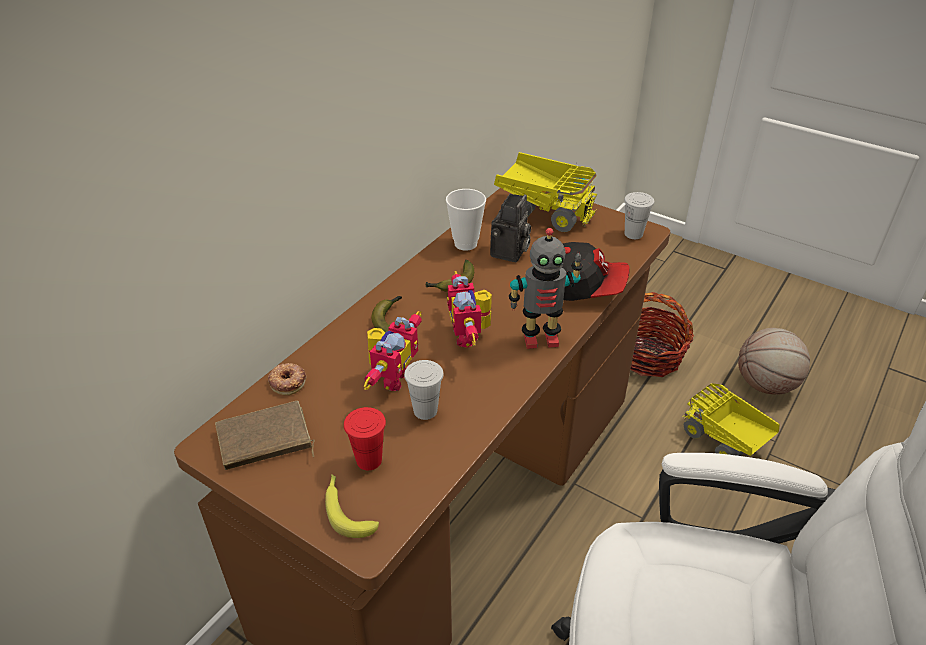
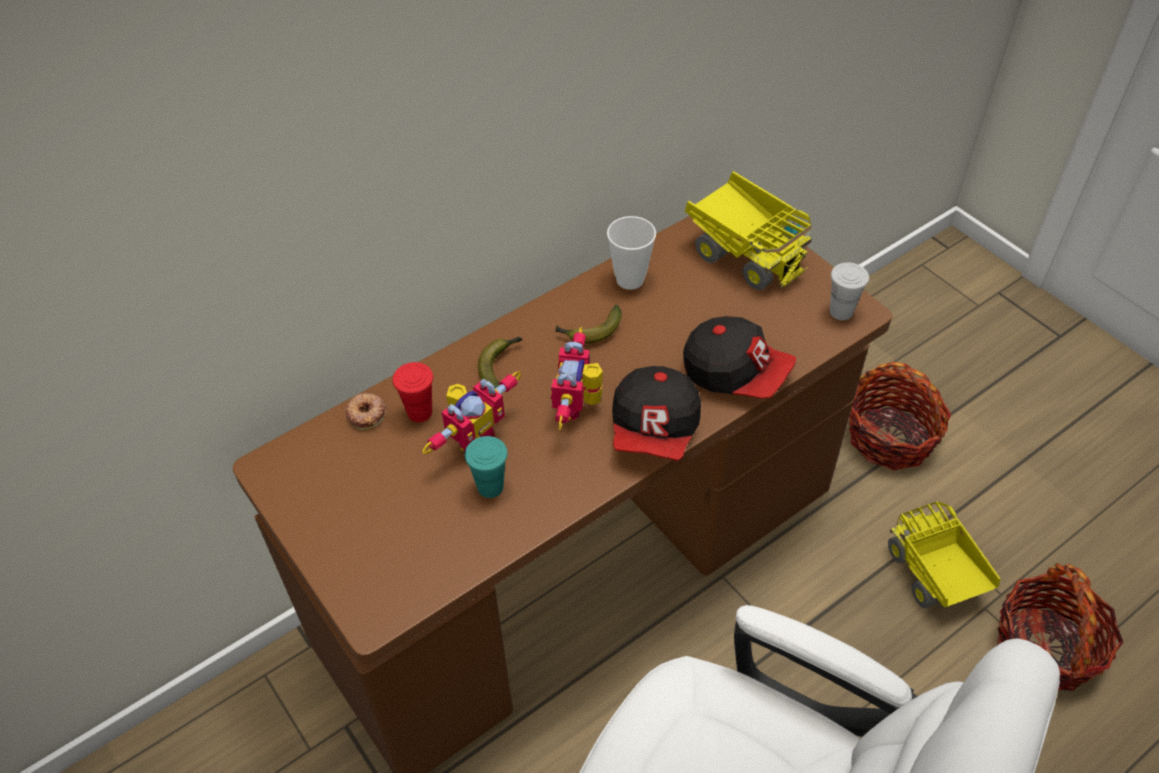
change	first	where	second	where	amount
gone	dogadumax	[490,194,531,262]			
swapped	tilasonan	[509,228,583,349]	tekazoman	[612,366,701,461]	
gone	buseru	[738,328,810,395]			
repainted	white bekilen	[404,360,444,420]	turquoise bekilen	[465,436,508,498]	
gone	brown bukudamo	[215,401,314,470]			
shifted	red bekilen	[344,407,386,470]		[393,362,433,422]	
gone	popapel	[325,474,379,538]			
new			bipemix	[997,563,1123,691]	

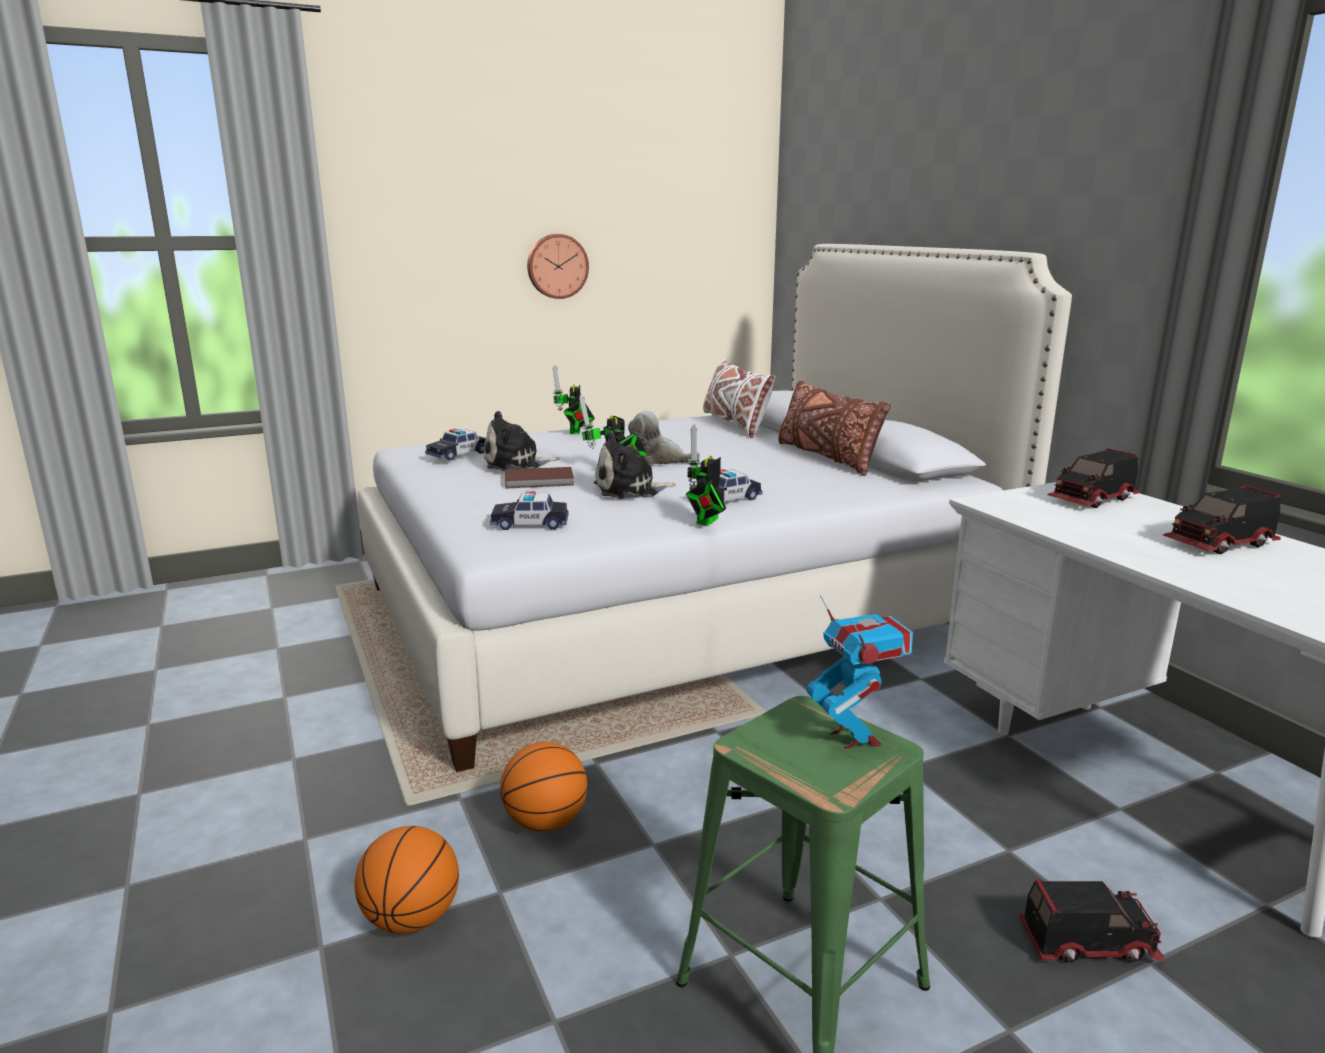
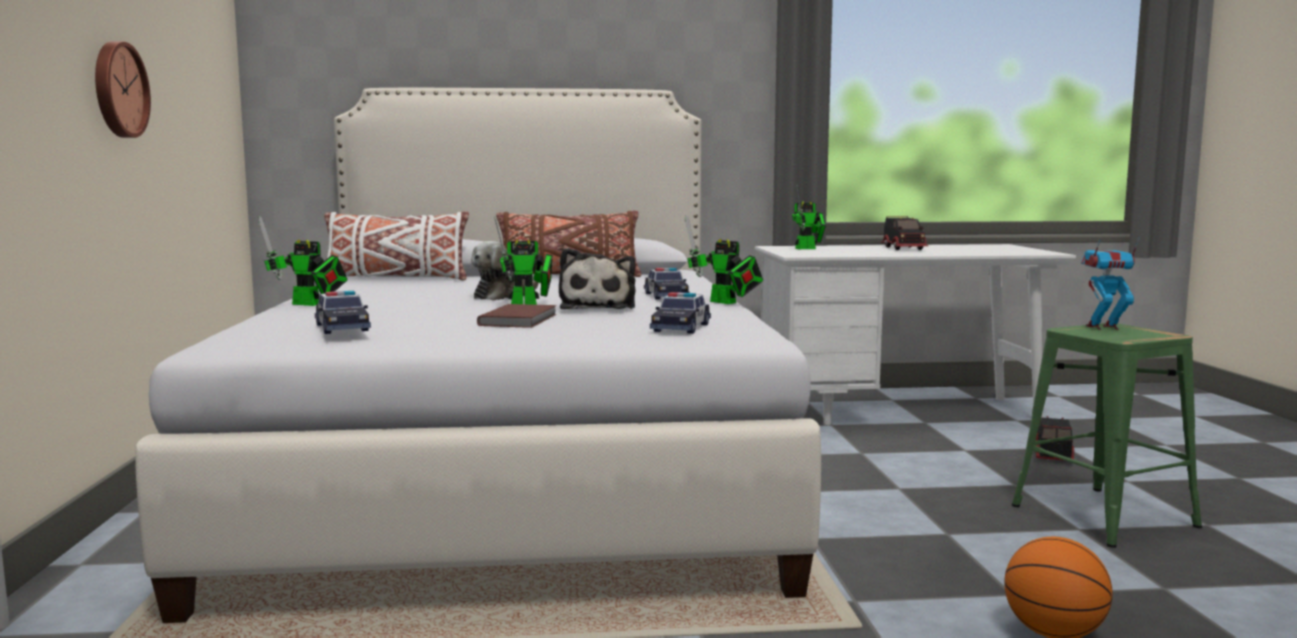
change	first	where	second	where	amount
gone	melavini	[484,411,560,471]			
swapped	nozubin	[1047,448,1139,508]	tilasonan	[792,184,826,249]	
gone	buseru	[500,742,587,832]			

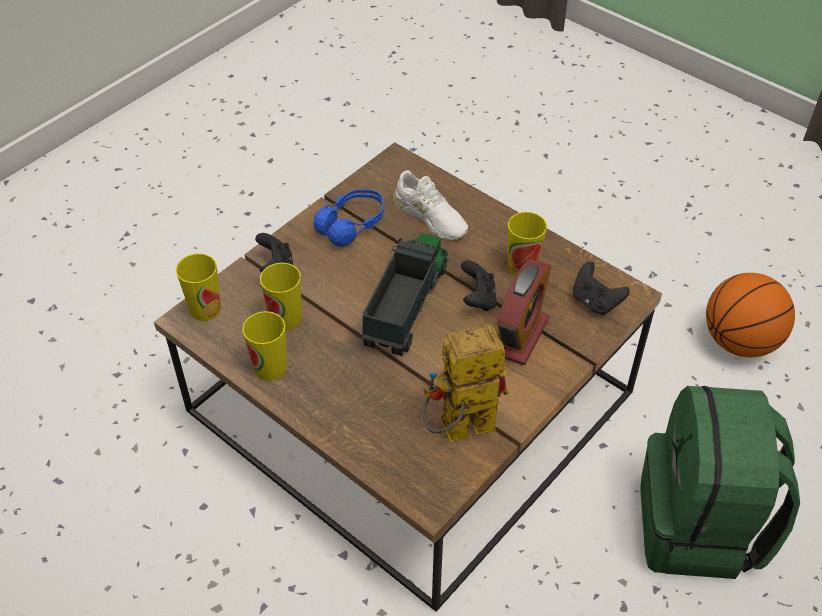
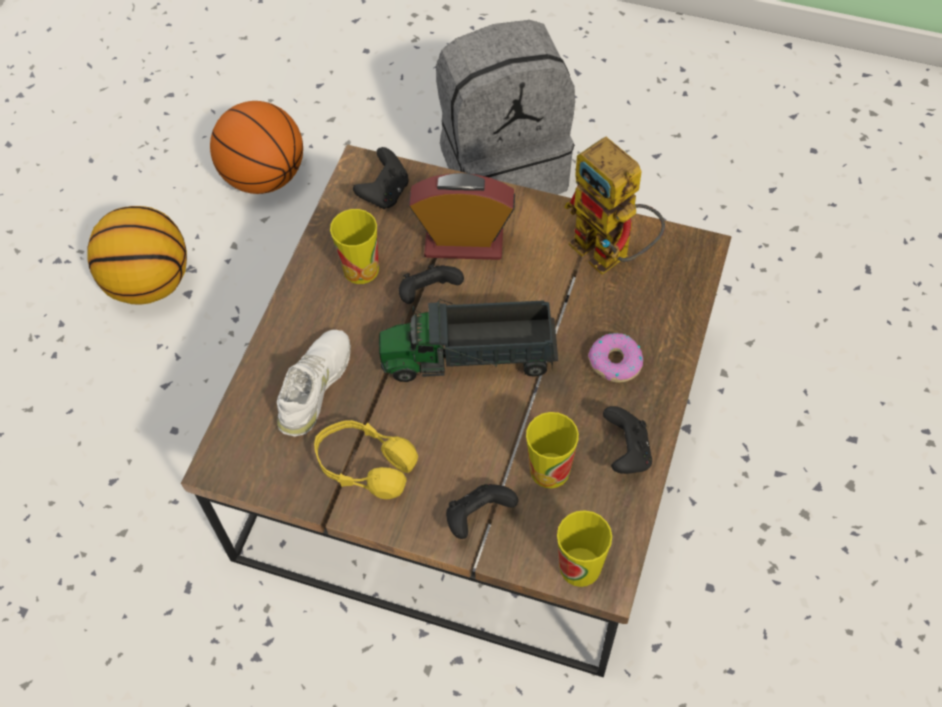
change	first	where	second	where	amount
repainted	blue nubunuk	[314,189,383,247]	yellow nubunuk	[314,420,418,499]	
swapped	bekilen	[242,311,287,381]	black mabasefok	[603,406,652,474]	
repainted	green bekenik	[640,386,800,579]	grey bekenik	[436,20,575,195]	
new			buseru	[87,206,187,304]	
new			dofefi	[588,333,643,382]	

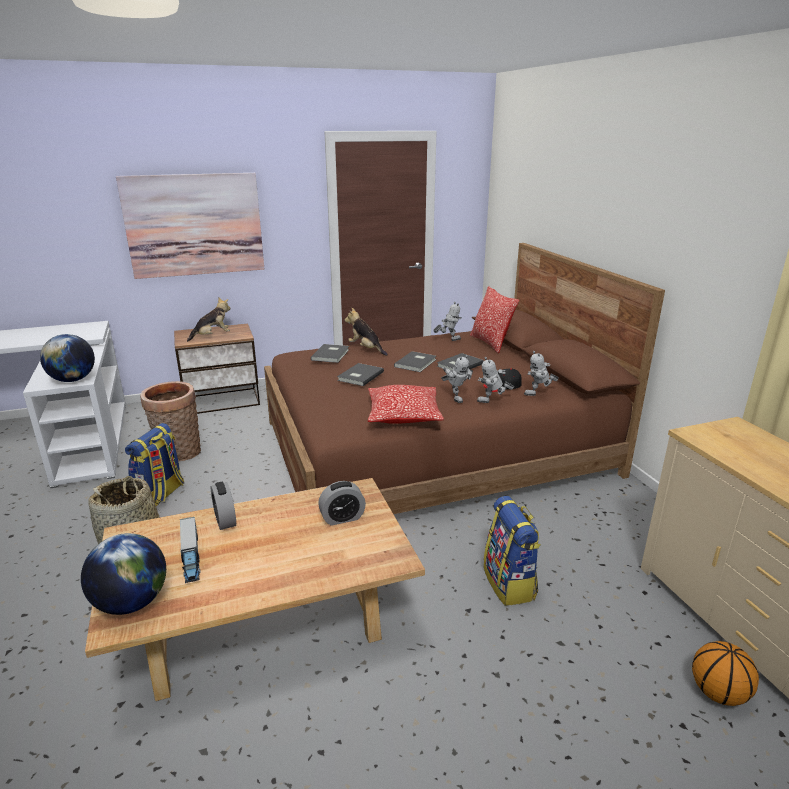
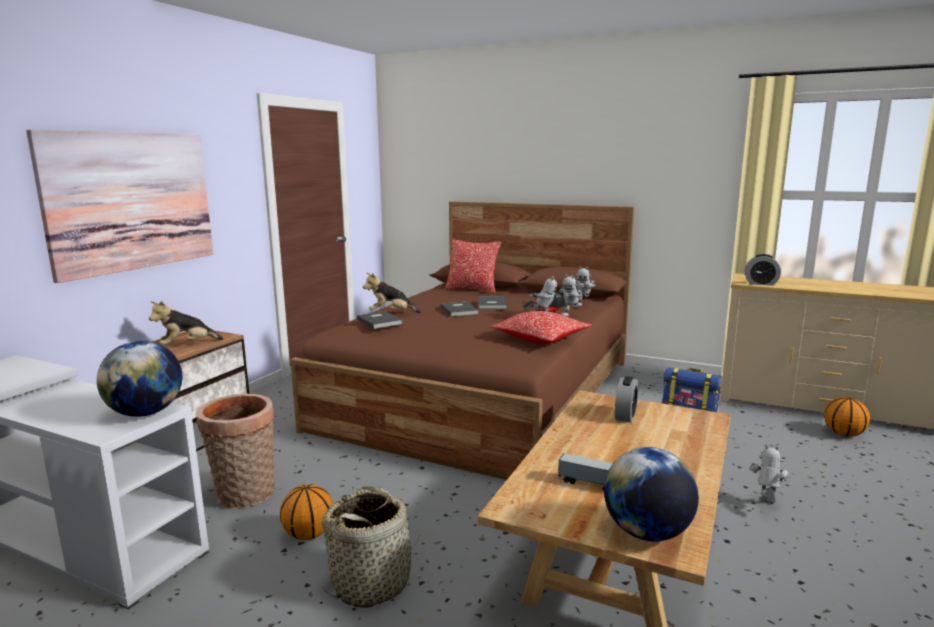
change	first	where	second	where	amount
rotated	melavini	[187,298,231,342]		[149,301,224,345]	135 degrees counterclockwise
shifted	tilasonan	[433,302,461,341]		[750,445,788,504]	
gone	grey bukudamo	[337,363,384,386]			
swapped	bekenik	[125,423,184,506]	buseru	[280,484,333,540]	
shifted	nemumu	[211,482,236,530]		[745,254,781,286]	

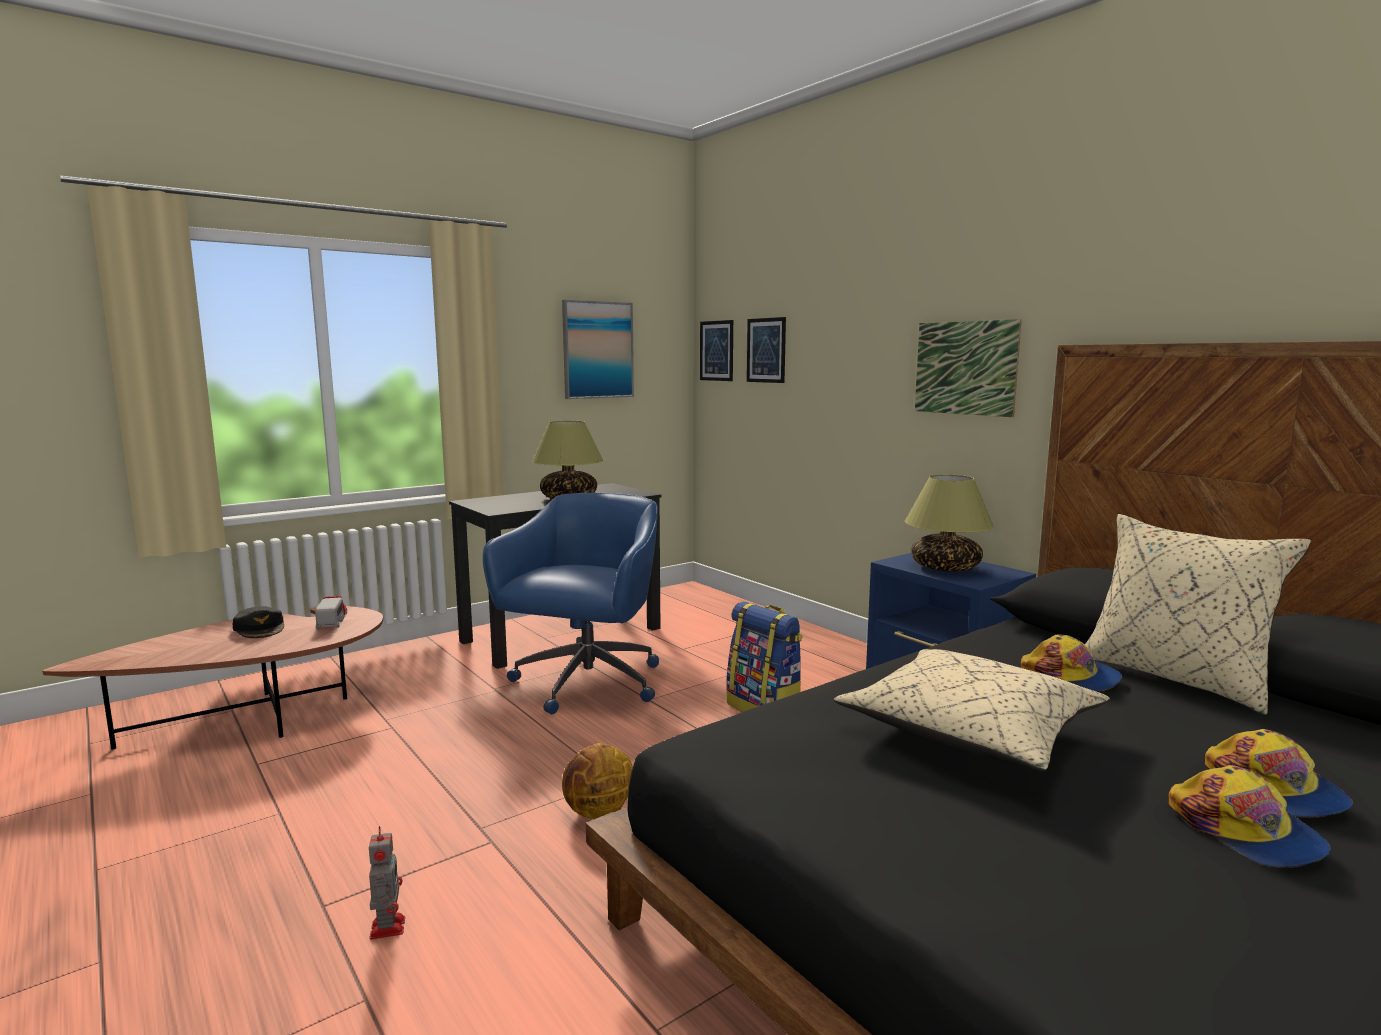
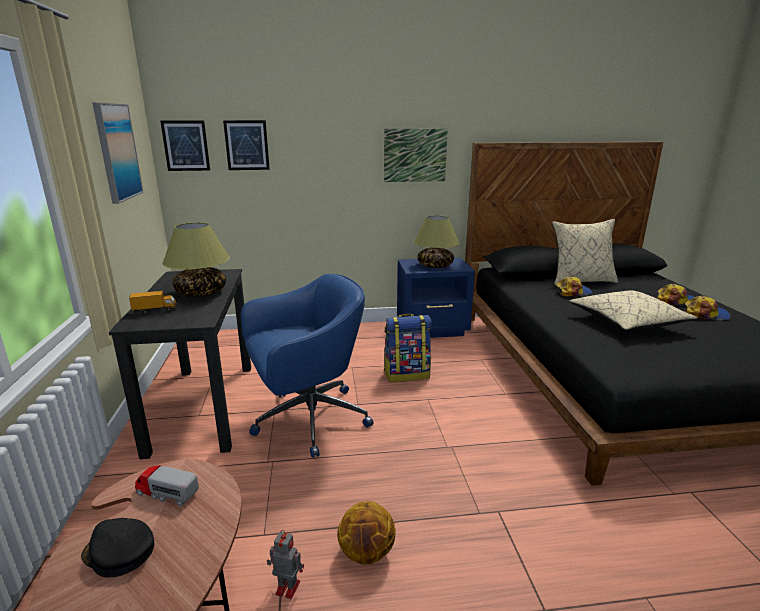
change	first	where	second	where	amount
rotated	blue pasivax	[483,492,659,714]		[241,274,373,458]	105 degrees clockwise
rotated	black tekazoman	[232,606,284,638]		[81,518,154,578]	150 degrees counterclockwise
shifted	buseru	[562,743,633,819]		[337,501,396,565]	
shifted	tilasonan	[369,826,405,940]		[267,530,304,599]	
new			nozubin	[129,291,177,314]	

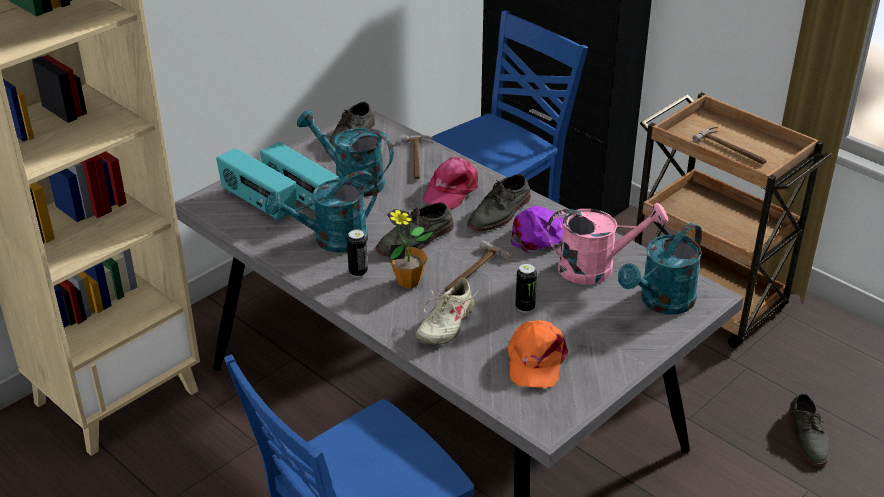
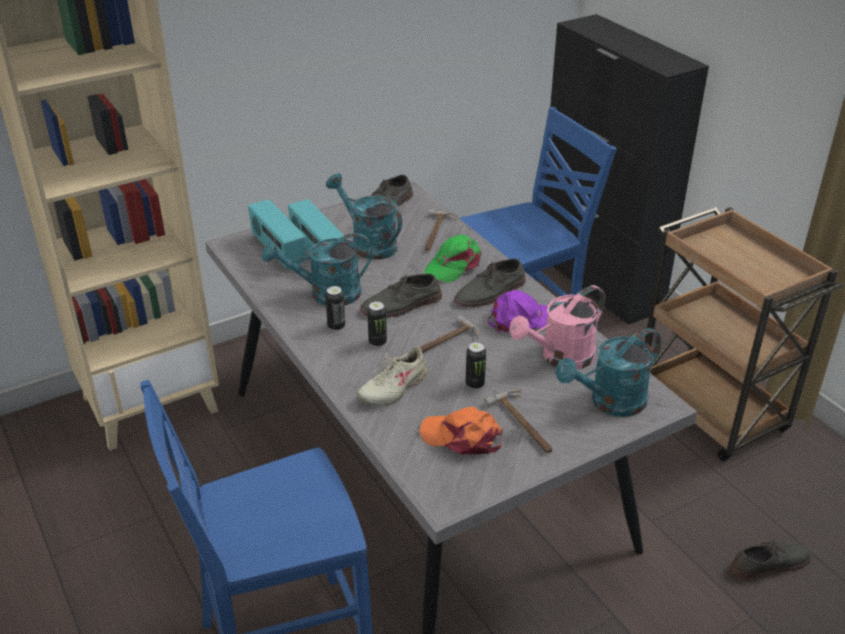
change	first	where	second	where	amount
shifted	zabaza	[692,127,766,164]		[484,390,552,453]	
repainted	pink tekazoman	[423,157,478,209]	green tekazoman	[424,235,481,283]	
rotated	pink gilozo	[547,203,668,285]		[509,285,605,370]	135 degrees clockwise
swapped	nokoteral	[387,209,433,288]	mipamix	[367,302,387,347]	
rotated	orange tekazoman	[508,320,568,388]		[419,407,503,454]	90 degrees clockwise
rotated	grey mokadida	[789,394,830,466]		[731,537,812,579]	120 degrees counterclockwise

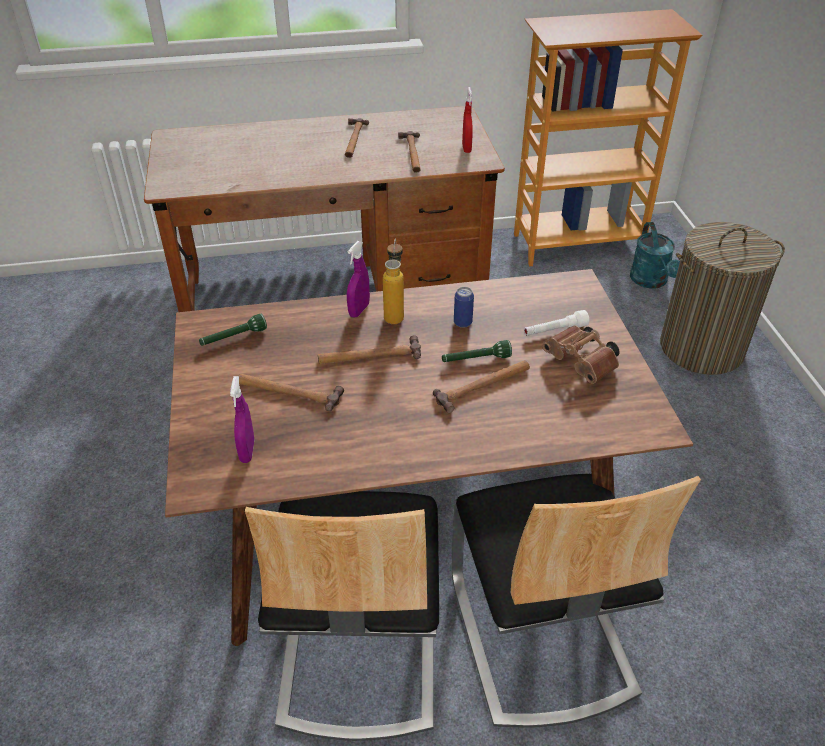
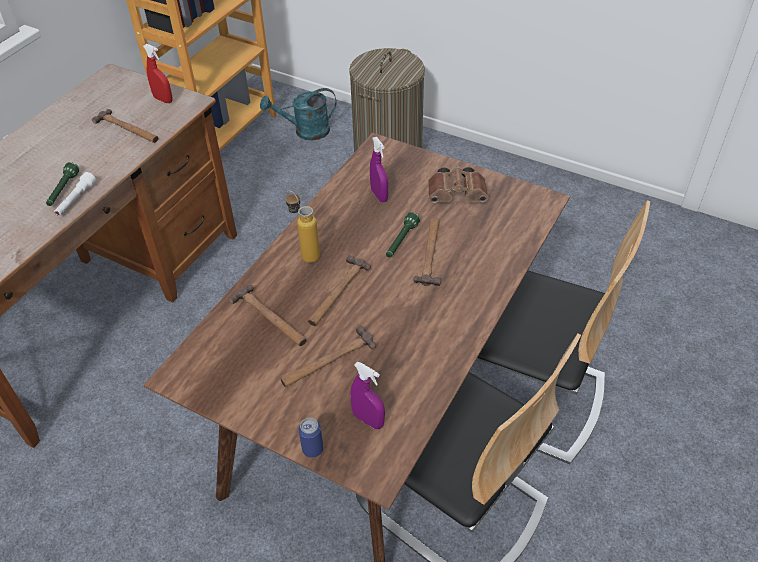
change	first	where	second	where	amount
shifted	zabaza	[345,118,369,158]		[229,285,307,346]	
rotated	turquoise gilozo	[630,222,680,289]		[260,88,337,140]	135 degrees clockwise
shifted	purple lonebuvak	[347,241,370,317]		[370,137,388,202]	
shifted	mipamix	[454,287,474,328]		[299,418,323,458]	
shifted	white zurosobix	[524,310,589,336]		[54,172,96,216]	
shifted	green zurosobix	[199,314,267,346]		[46,162,79,206]	

